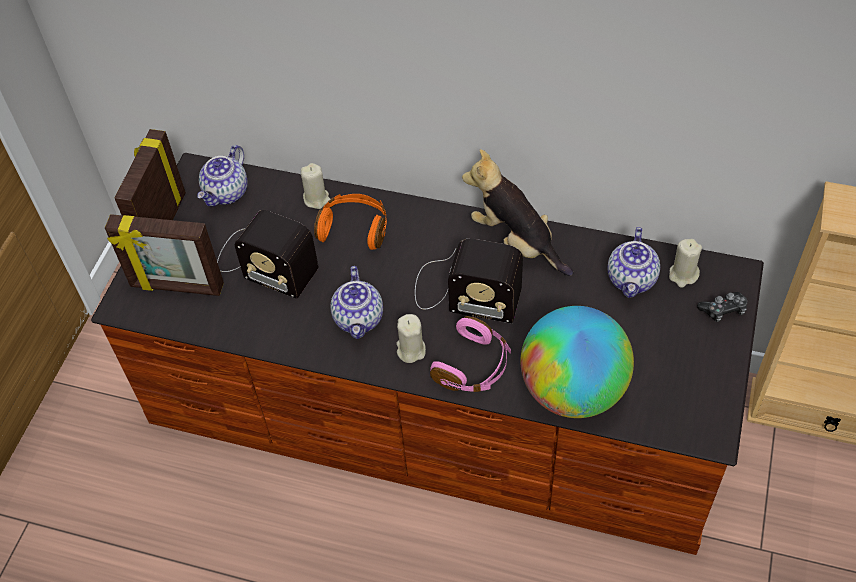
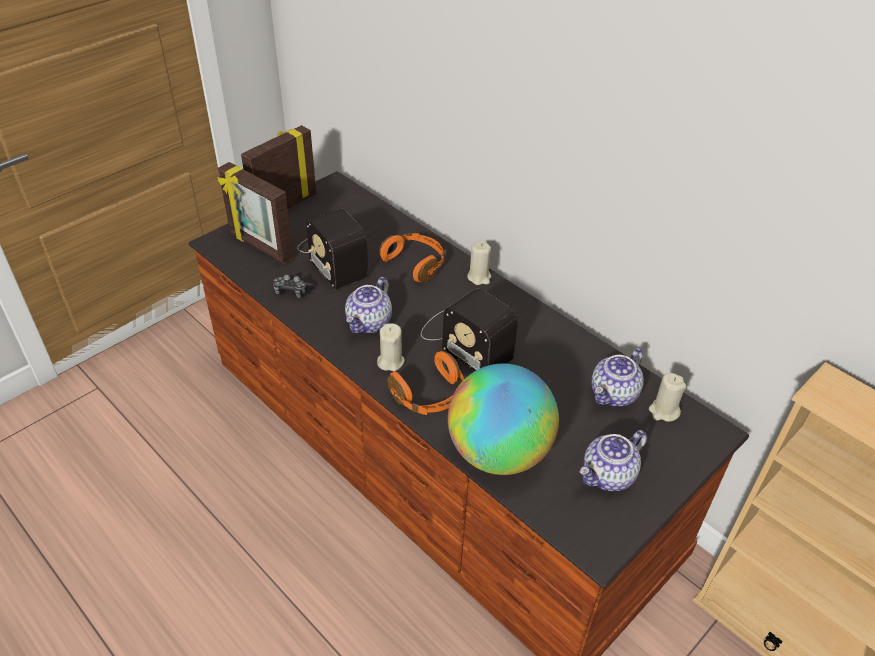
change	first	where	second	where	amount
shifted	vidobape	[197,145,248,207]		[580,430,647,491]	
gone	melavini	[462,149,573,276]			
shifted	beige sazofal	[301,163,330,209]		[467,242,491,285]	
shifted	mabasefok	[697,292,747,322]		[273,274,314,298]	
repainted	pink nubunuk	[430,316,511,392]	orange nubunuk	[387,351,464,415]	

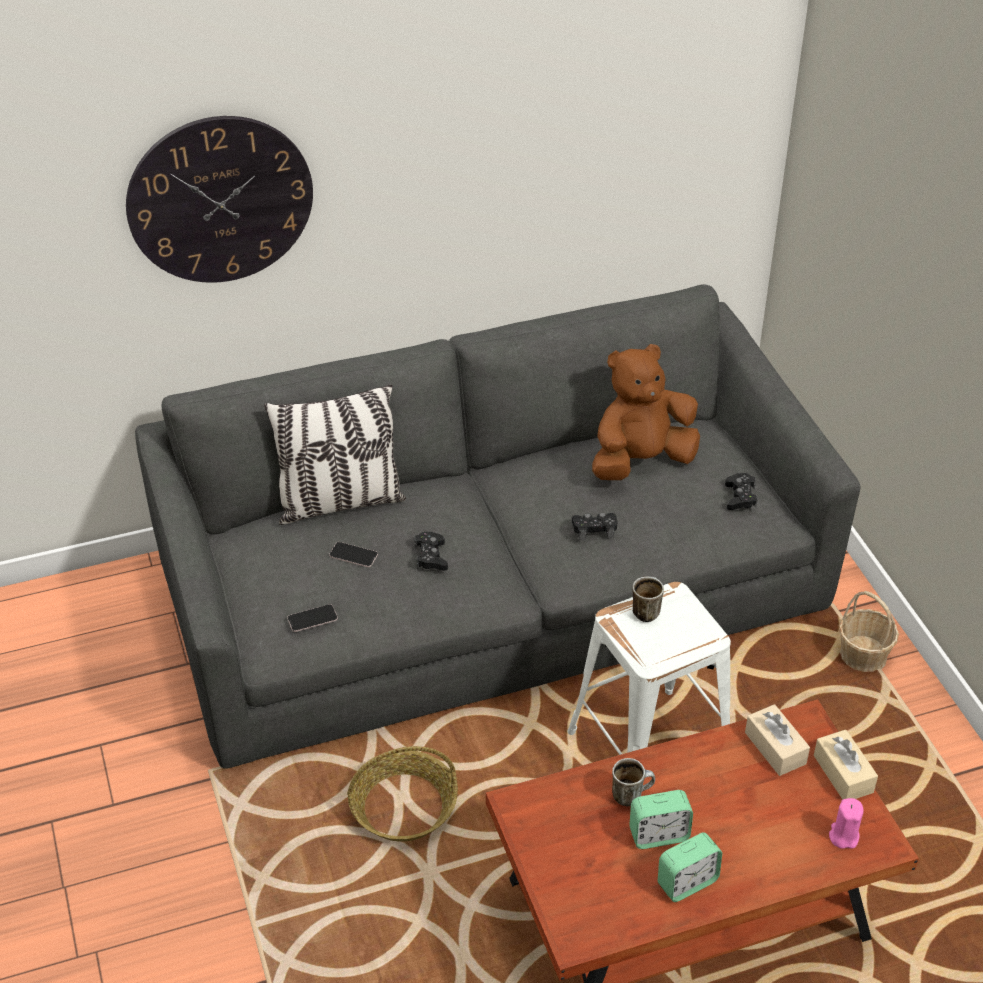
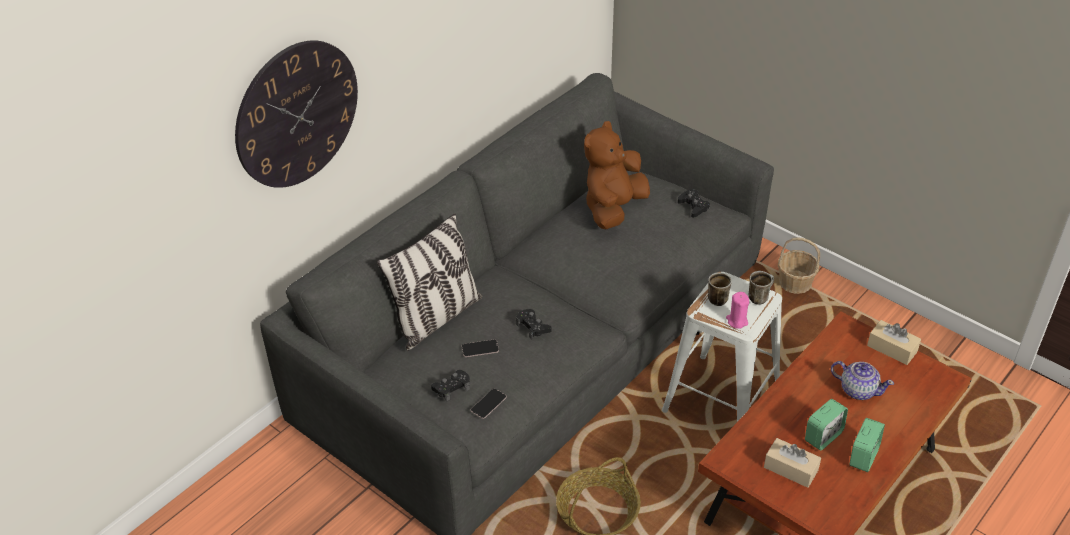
change	first	where	second	where	amount
shifted	black mabasefok	[572,513,618,540]		[431,370,470,402]	
shifted	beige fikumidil	[745,704,810,776]		[764,438,821,488]	
shifted	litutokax	[612,758,655,806]		[749,271,774,305]	
shifted	pink sazofal	[829,798,863,849]		[726,292,749,329]	
new			vidobape	[831,361,894,400]	

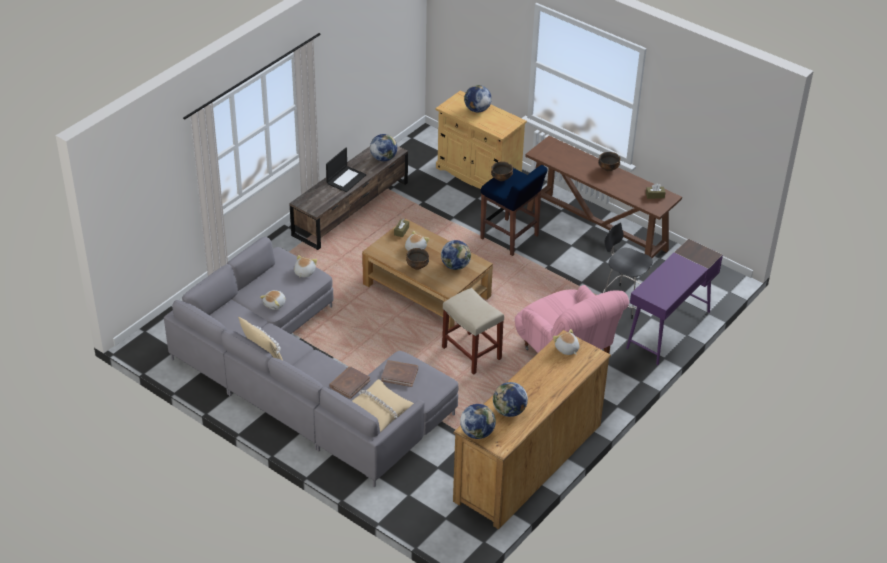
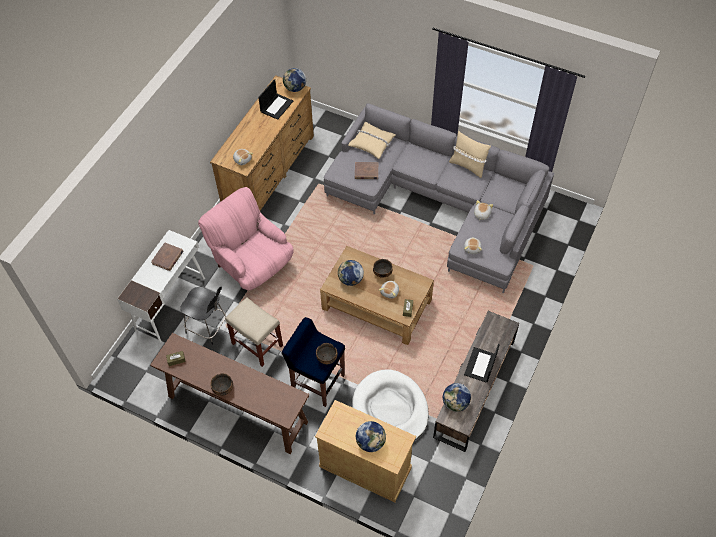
change	first	where	second	where	amount
repainted	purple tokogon	[626,239,723,365]	white tokogon	[117,230,205,343]	
shifted	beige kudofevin	[442,288,504,375]		[225,297,283,367]	
shifted	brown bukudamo	[329,366,370,399]		[151,242,183,271]	
swapped	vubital	[493,382,528,417]	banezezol	[258,79,293,120]	
new			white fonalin	[352,369,429,441]	

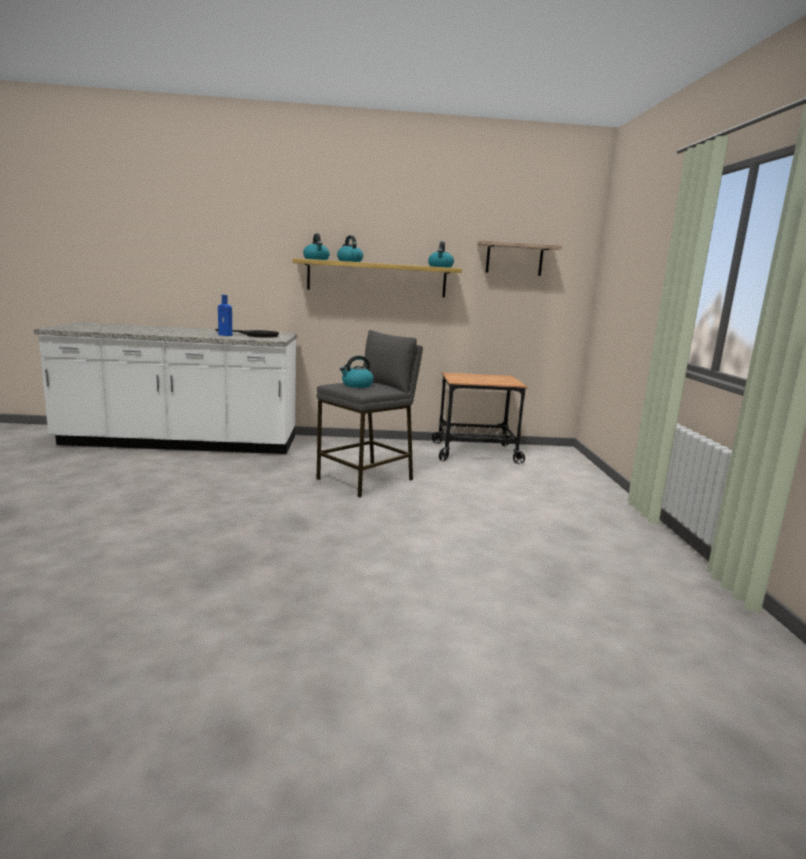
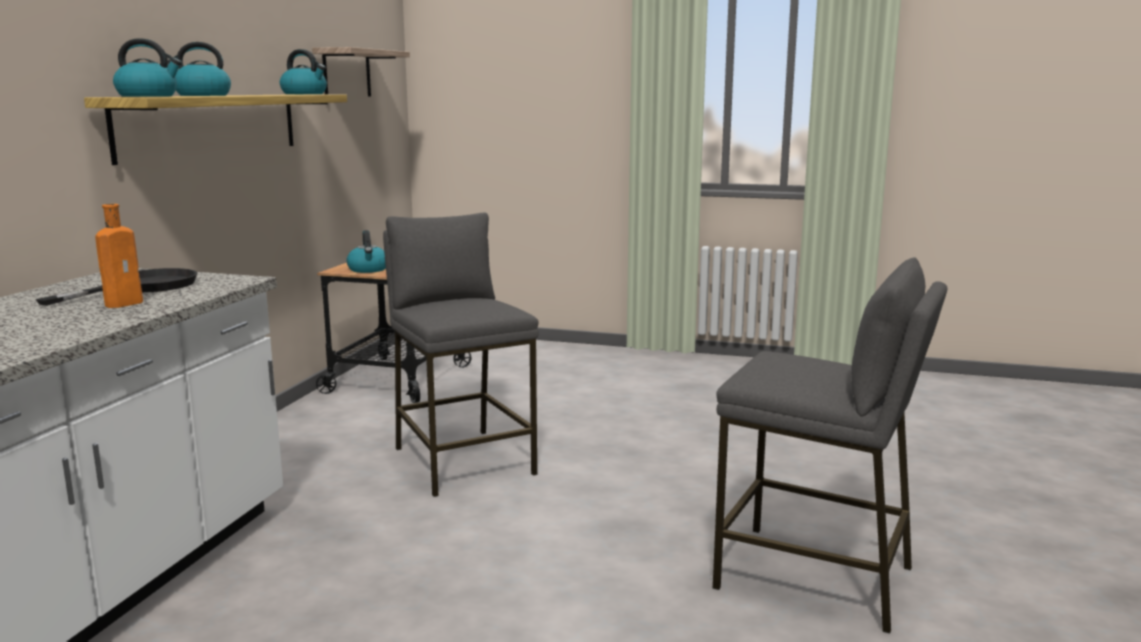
change	first	where	second	where	amount
repainted	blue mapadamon	[218,295,232,336]	orange mapadamon	[95,204,143,308]	
shifted	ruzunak	[340,356,374,388]		[346,230,386,273]	
new			grey kudofevin	[713,257,947,634]	

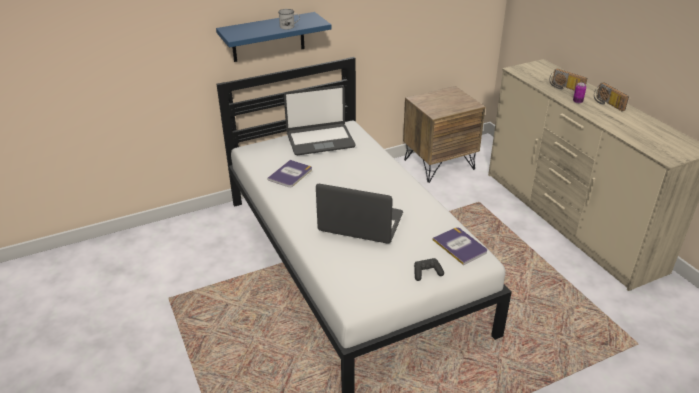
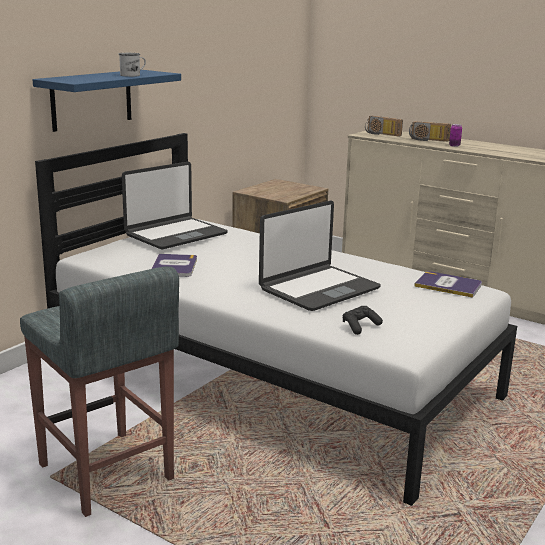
change	first	where	second	where	amount
shifted	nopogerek	[594,82,629,111]		[365,116,403,137]	
rotated	banezezol	[316,184,403,244]		[259,201,381,311]	150 degrees clockwise
shifted	black mabasefok	[414,258,444,281]		[343,306,383,335]	
new			grey kudofevin	[20,266,179,517]	

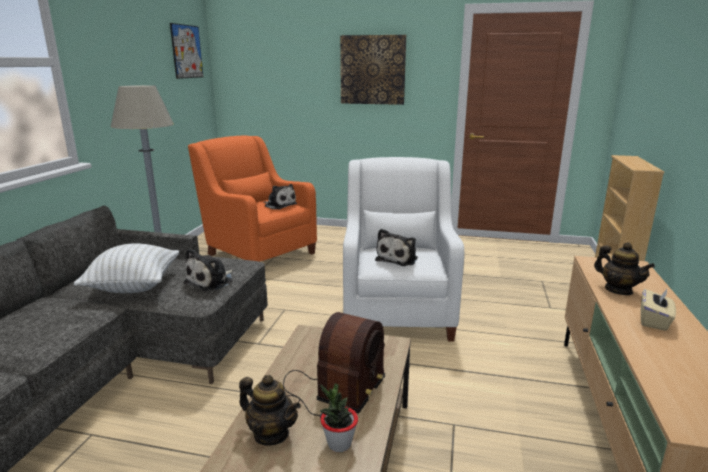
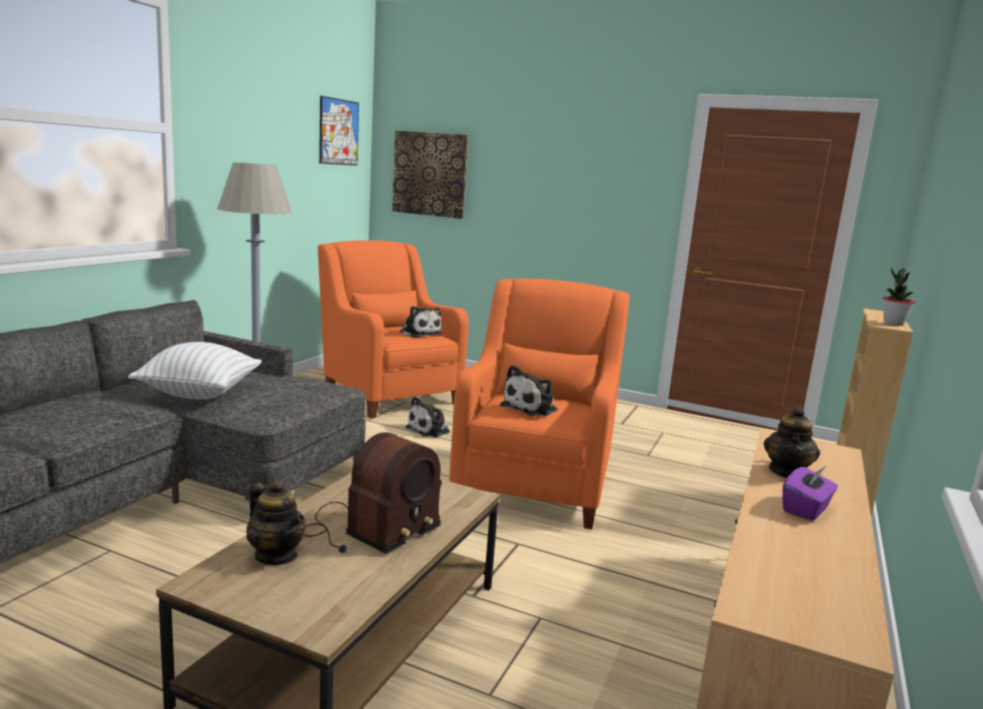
change	first	where	second	where	amount
shifted	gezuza	[340,35,406,105]		[392,131,469,219]	
repainted	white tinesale	[343,157,464,342]	orange tinesale	[449,279,630,529]	
rotated	vidobape	[594,242,655,295]		[764,407,820,478]	45 degrees clockwise
shifted	melavini	[184,249,233,291]		[405,396,450,438]	
repainted	beige fikumidil	[641,289,676,331]	purple fikumidil	[782,465,838,521]	
shifted	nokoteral	[320,383,358,452]		[883,267,915,326]	

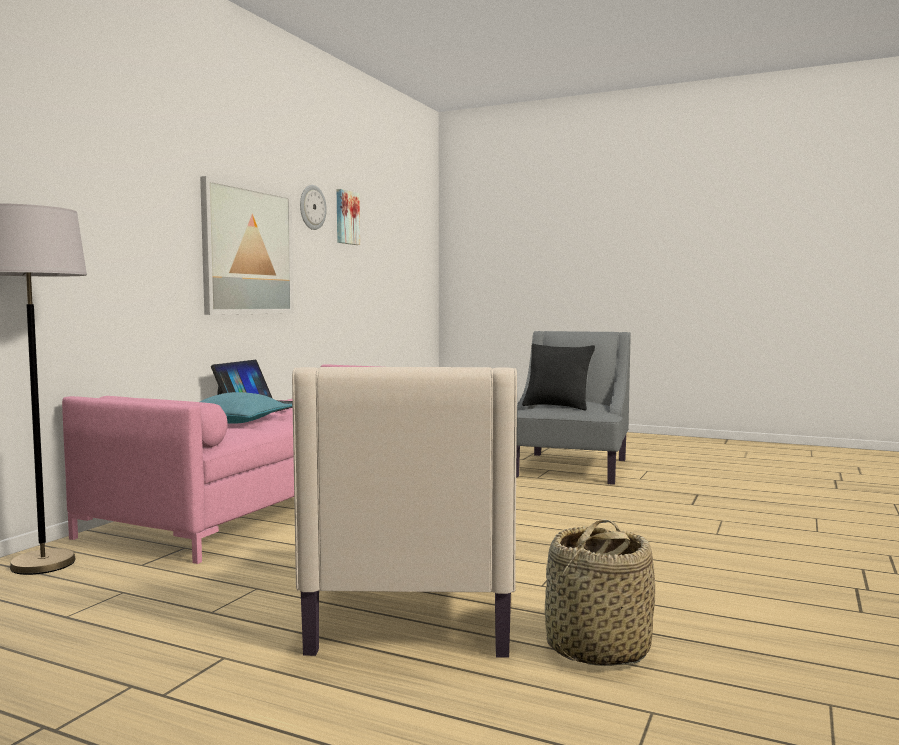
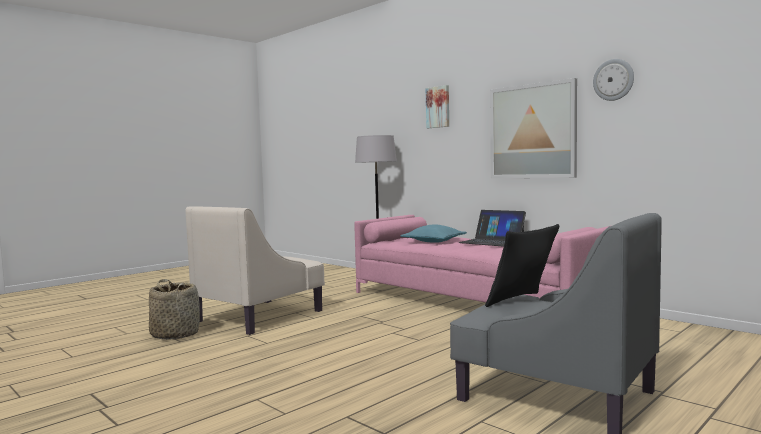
change	first	where	second	where	amount
shifted	gezuza	[337,189,360,245]		[426,85,449,128]	
rotated	beige tinesale	[292,367,517,657]		[186,206,325,335]	75 degrees counterclockwise

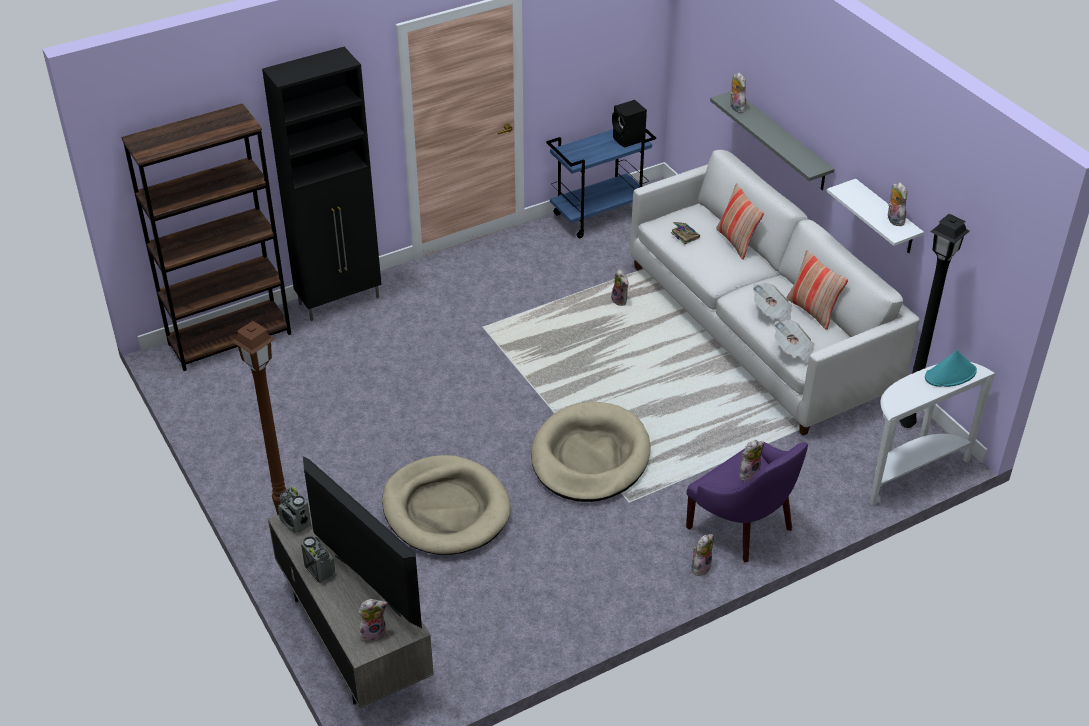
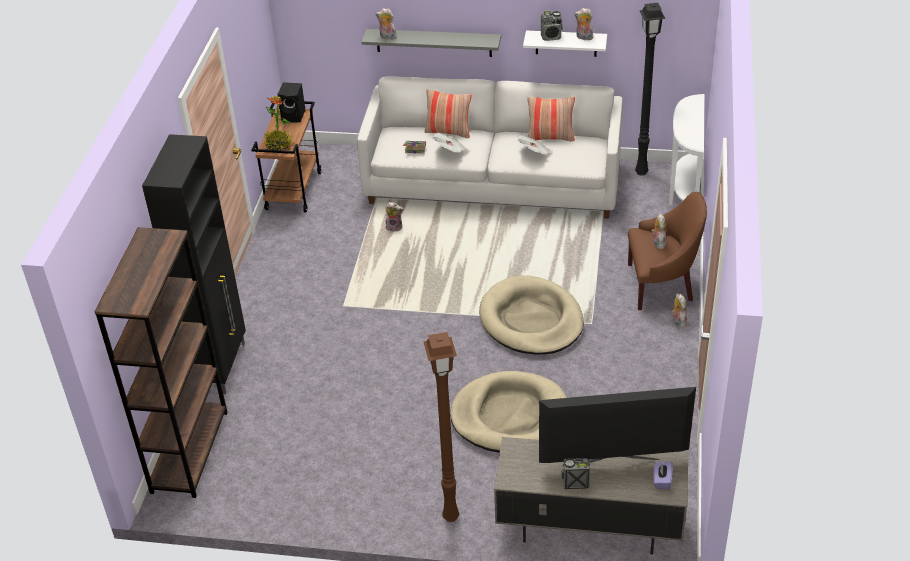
change	first	where	second	where	amount
repainted	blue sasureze	[546,129,656,238]	brown sasureze	[251,101,321,213]	
shifted	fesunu	[774,320,815,362]		[432,133,469,153]	
gone	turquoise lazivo	[925,350,977,387]			
repainted	purple tinesale	[686,442,808,562]	brown tinesale	[628,192,707,310]	
shifted	nopogerek	[278,487,311,533]		[541,11,563,41]	
swapped	melavini	[359,599,388,643]	purple fikumidil	[653,461,673,490]	
new			nokoteral	[264,96,293,150]	

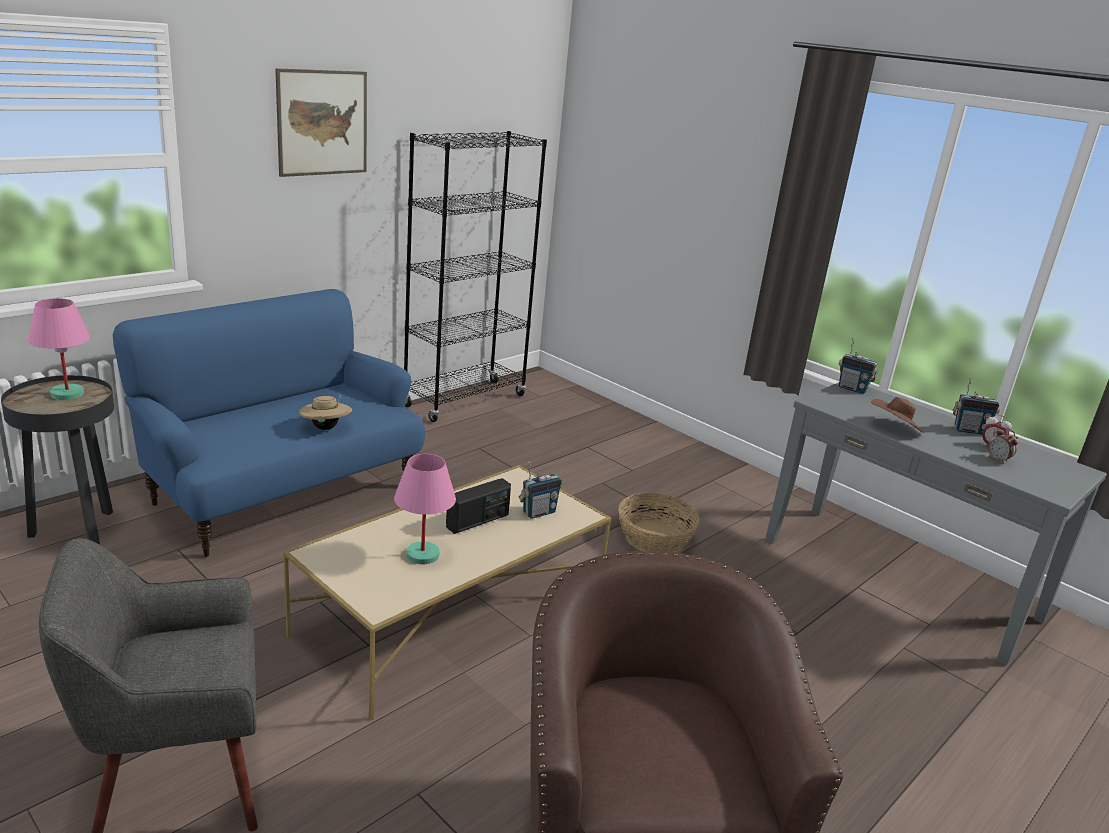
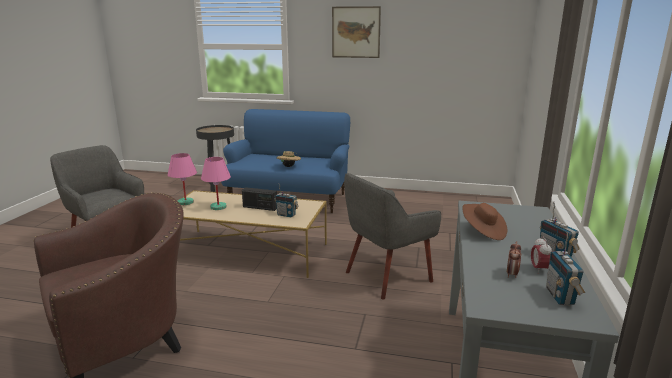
change	first	where	second	where	amount
gone	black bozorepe	[404,131,547,422]			
shifted	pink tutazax	[28,298,91,400]		[168,153,197,205]	
shifted	nopogerek	[839,338,878,394]		[546,232,585,305]	
swapped	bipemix	[618,493,700,553]	grey tinesale	[344,173,441,300]	

